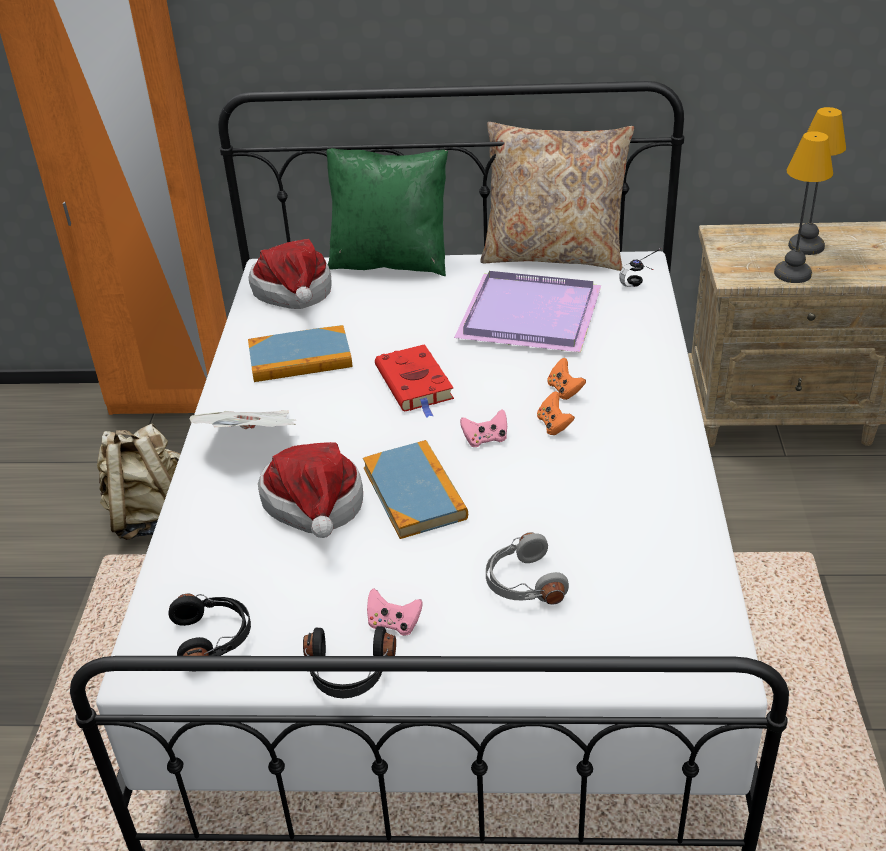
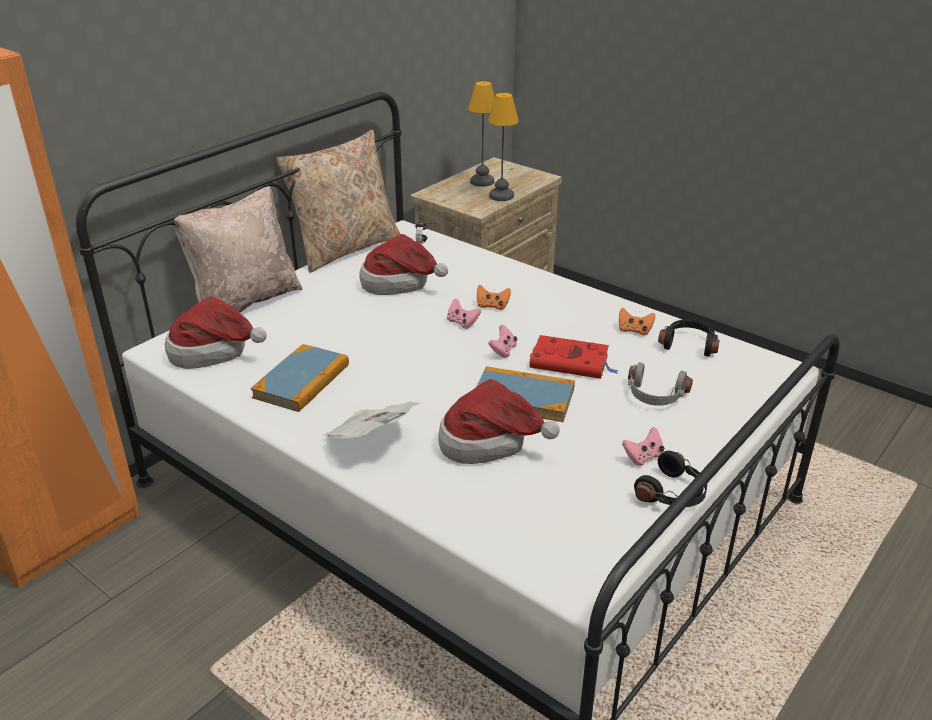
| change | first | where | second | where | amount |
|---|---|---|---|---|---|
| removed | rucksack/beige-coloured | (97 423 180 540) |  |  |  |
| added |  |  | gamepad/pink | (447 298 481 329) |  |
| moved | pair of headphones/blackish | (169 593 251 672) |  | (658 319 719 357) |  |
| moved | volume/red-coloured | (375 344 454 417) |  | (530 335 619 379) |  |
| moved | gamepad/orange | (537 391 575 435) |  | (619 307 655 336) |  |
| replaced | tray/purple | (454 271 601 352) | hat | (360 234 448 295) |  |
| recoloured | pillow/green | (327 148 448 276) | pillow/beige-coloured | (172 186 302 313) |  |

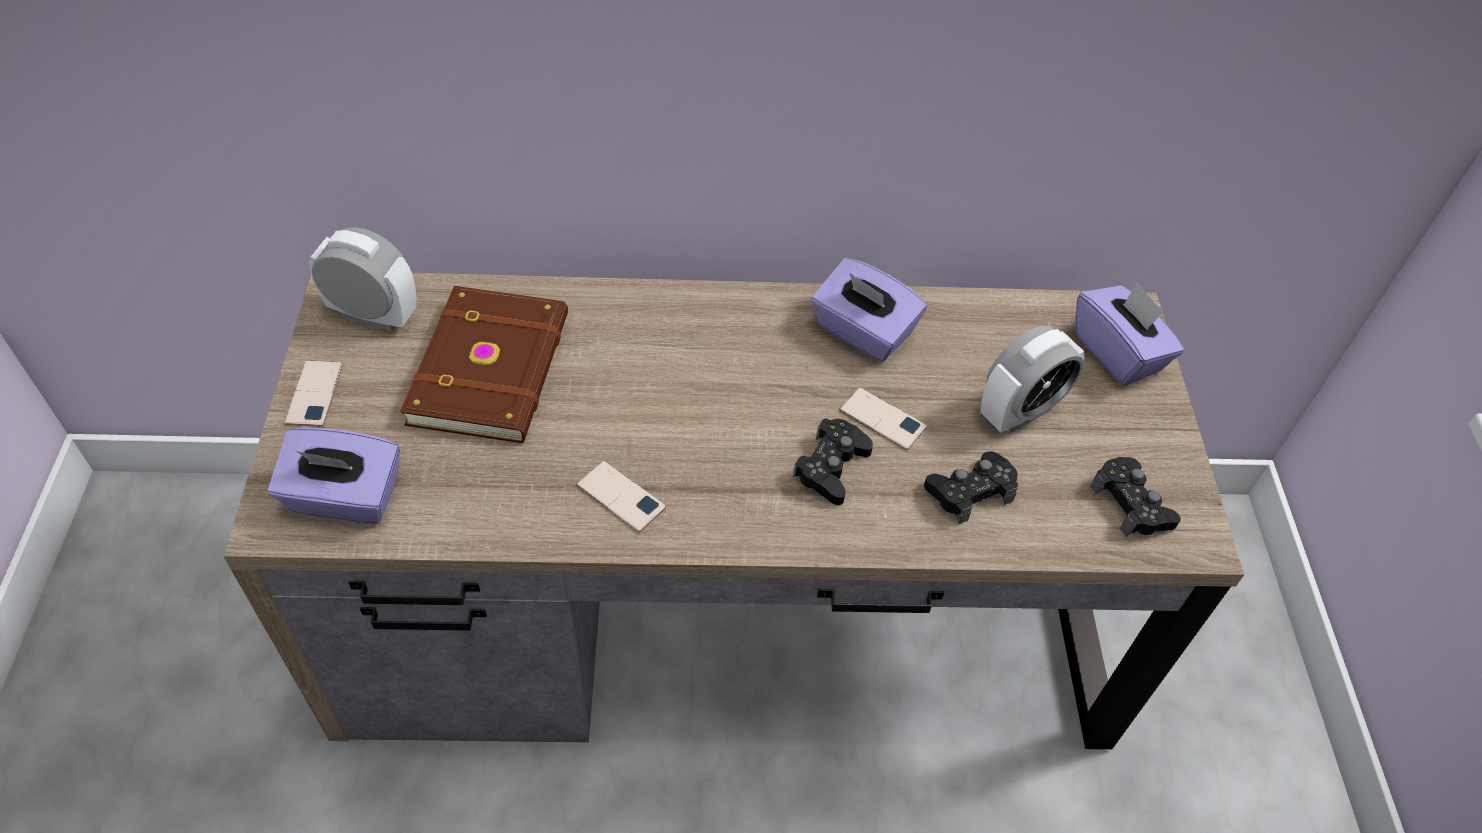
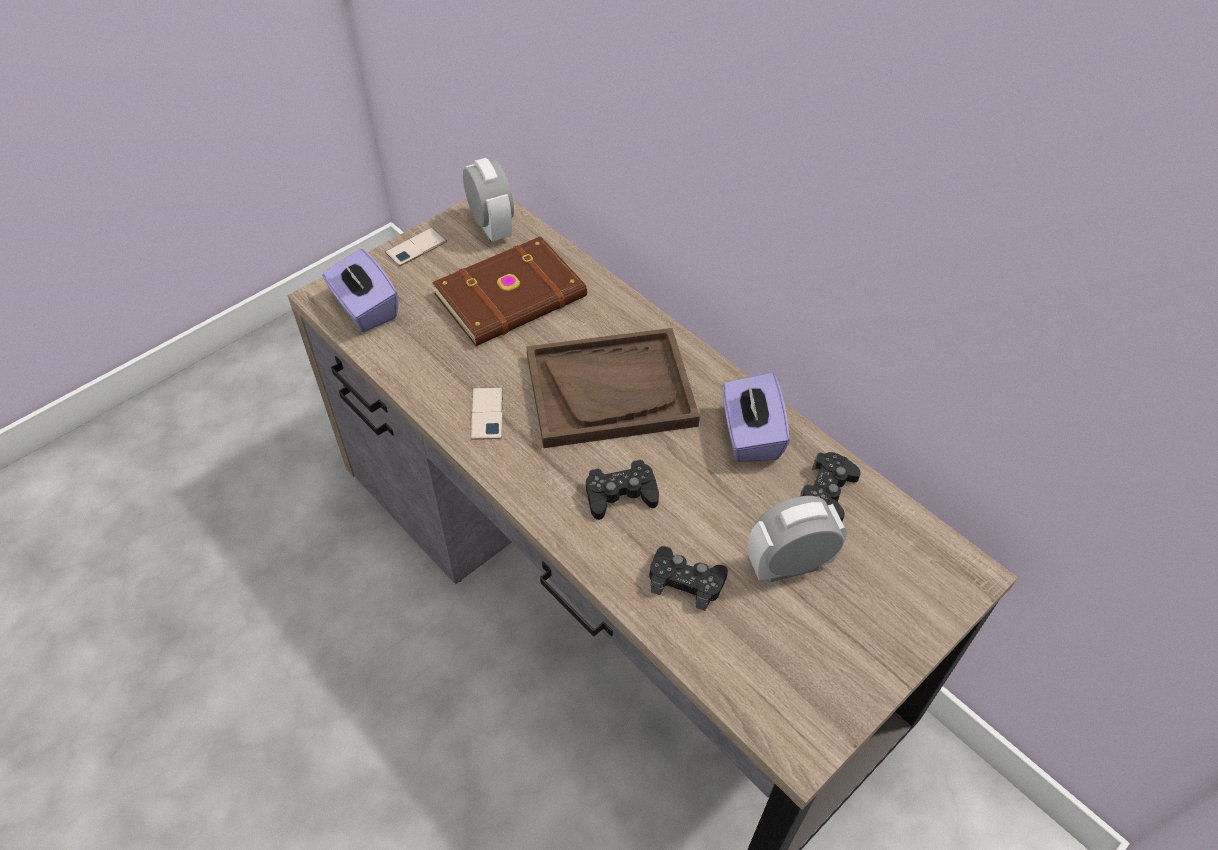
| change | first | where | second | where | amount |
|---|---|---|---|---|---|
| removed | telephone | (839 387 927 450) |  |  |  |
| removed | box of tissues/purple | (1075 282 1184 386) |  |  |  |
| added |  |  | tray/brownish | (526 328 700 448) |  |
| moved | gamepad/blackish | (1090 457 1181 537) |  | (800 452 861 521) |  |
| turned | alarm clock | (980 325 1085 434) |  | (748 496 847 582) | 150 degrees clockwise |

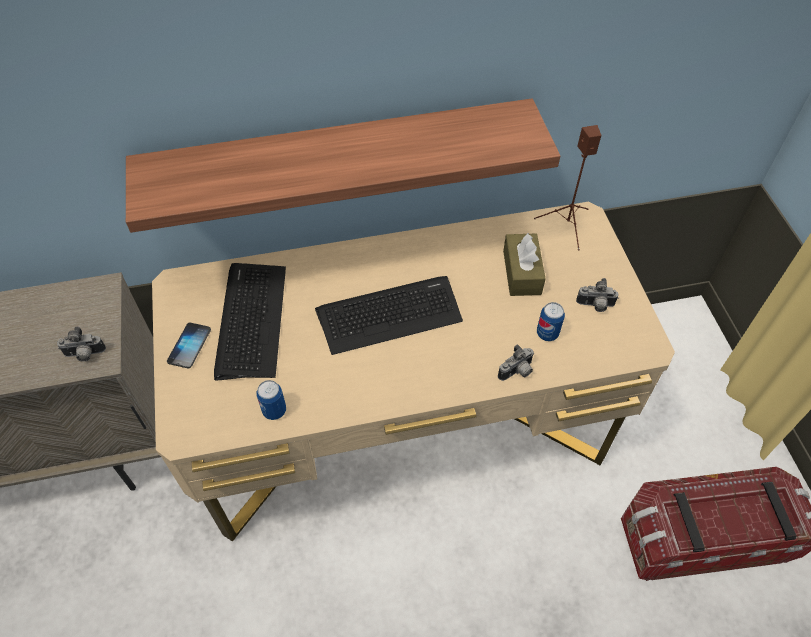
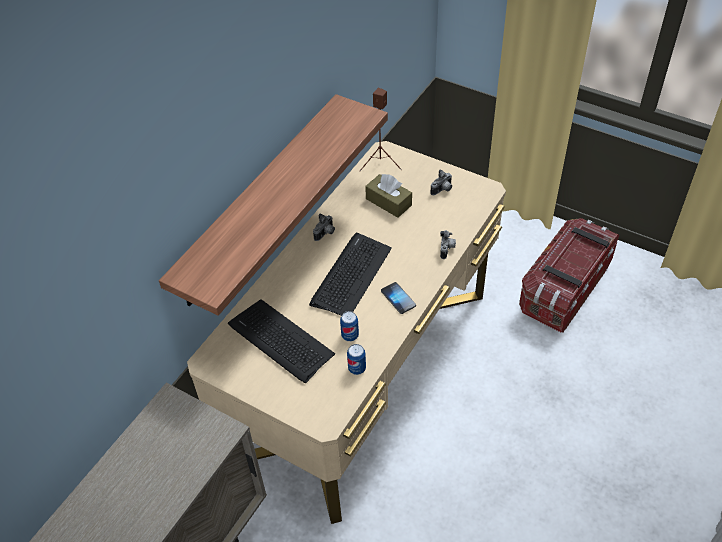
| change | first | where | second | where | amount |
|---|---|---|---|---|---|
| moved | still camera | (57 326 106 362) |  | (313 214 335 241) |  |
| moved | telephone | (167 323 211 368) |  | (381 282 416 314) |  |
| moved | metal can | (537 302 565 341) |  | (340 311 359 341) |  |

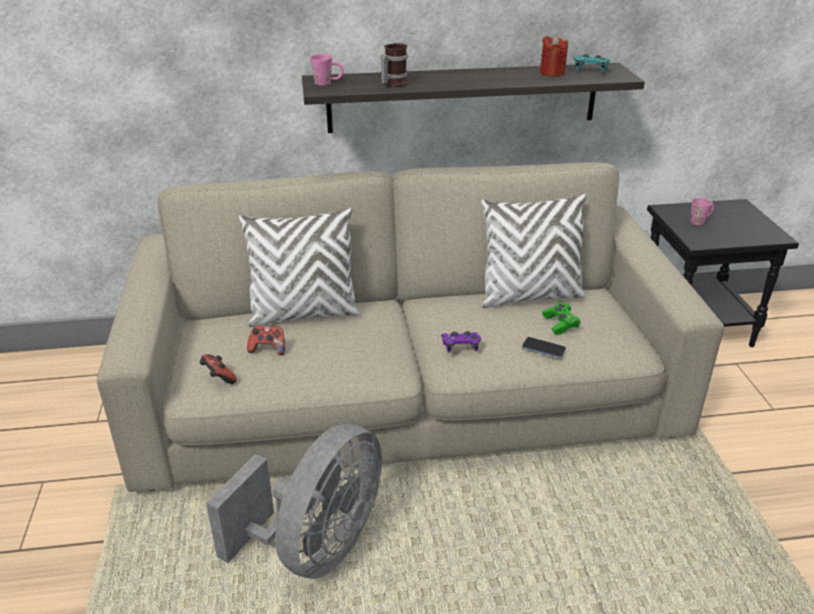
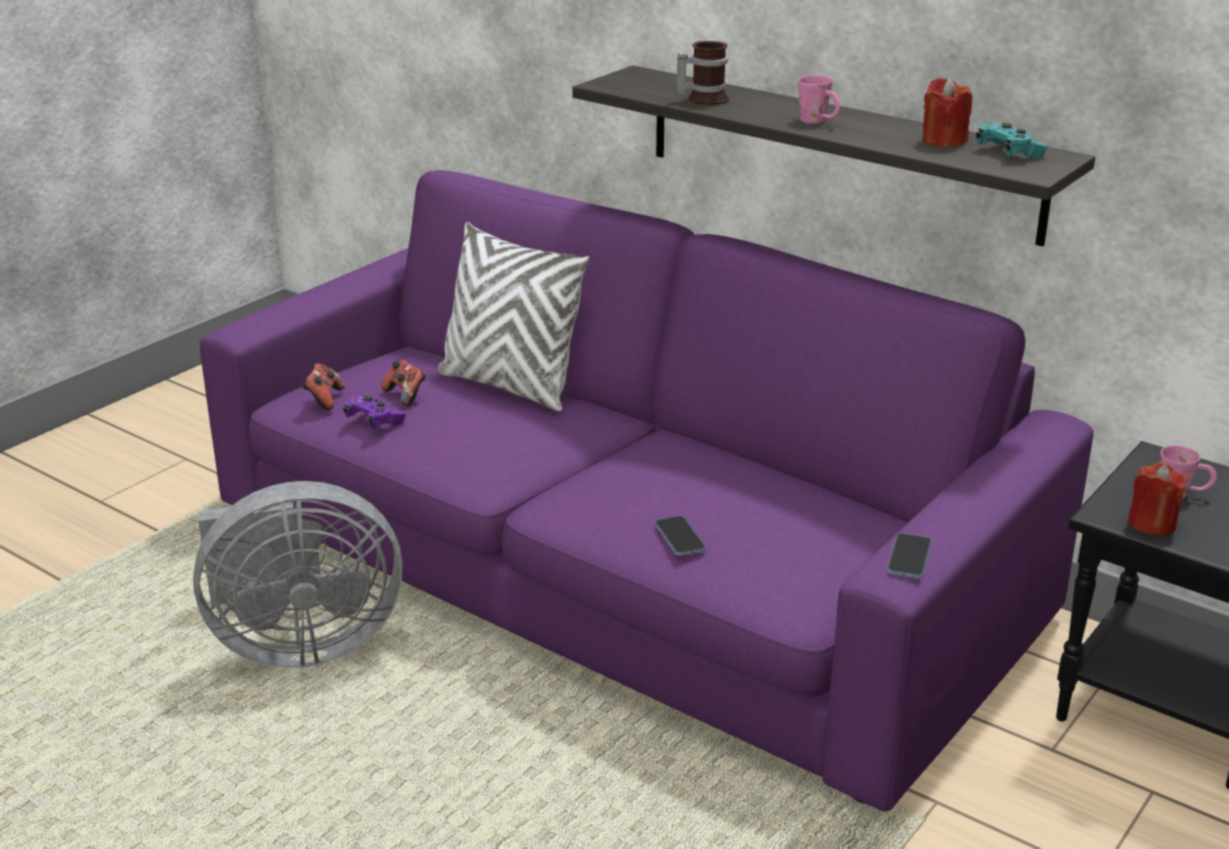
| change | first | where | second | where | amount |
|---|---|---|---|---|---|
| removed | pillow/white | (481 194 586 308) |  |  |  |
| removed | gamepad/green | (542 303 581 335) |  |  |  |
| added |  |  | telephone | (887 533 932 578) |  |
| added |  |  | candle/red-coloured | (1128 462 1188 536) |  |
| moved | tea mug/pink | (310 54 344 86) |  | (798 75 840 123) |  |
| moved | gamepad/purple | (441 331 481 352) |  | (343 396 406 429) |  |
| recoloured | settee/beige-coloured | (97 162 724 492) | settee/purple | (200 170 1094 812) |  |

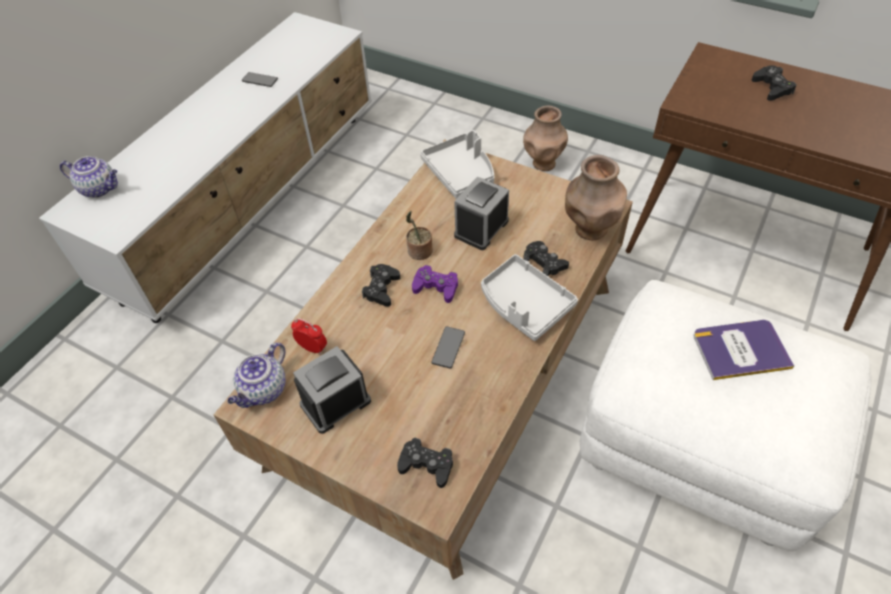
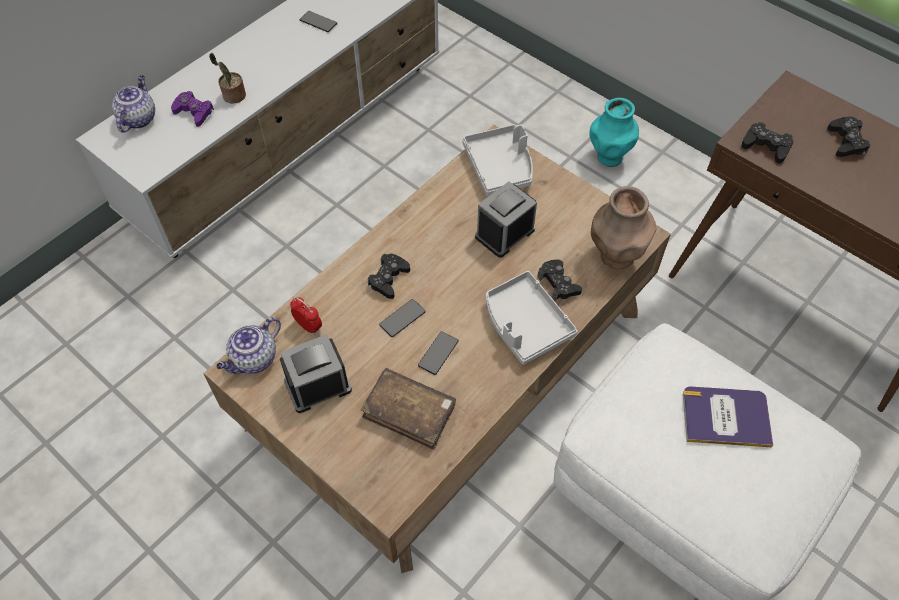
| change | first | where | second | where | amount |
|---|---|---|---|---|---|
| added |  |  | volume/brownish | (361 368 456 449) |  |
| added |  |  | telephone | (379 299 426 337) |  |
| moved | gamepad/blackish | (397 438 453 488) |  | (742 122 793 164) |  |
| moved | potted plant | (406 211 433 260) |  | (209 53 246 103) |  |
| moved | gamepad/purple | (412 265 458 303) |  | (171 91 214 127) |  |
| recoloured | vase/brownish | (523 106 568 171) | vase/turquoise | (589 98 639 167) |  |
| turned | tea pot | (60 156 118 198) |  | (112 75 155 133) | 105 degrees counterclockwise |

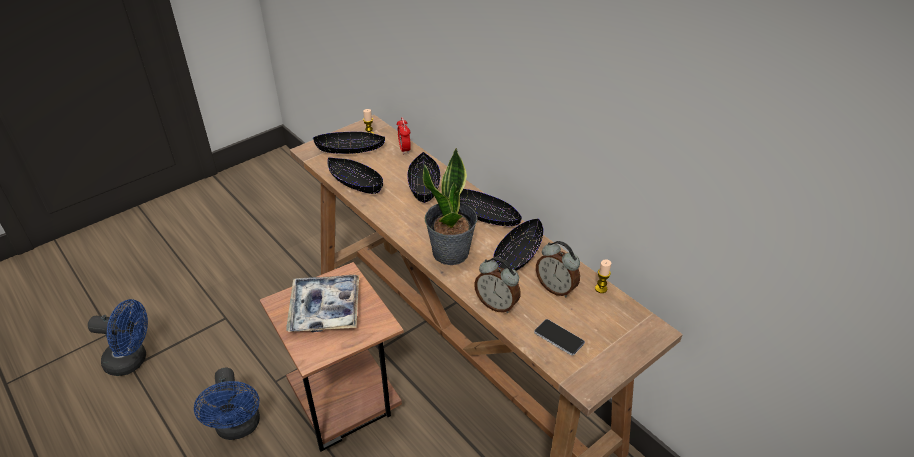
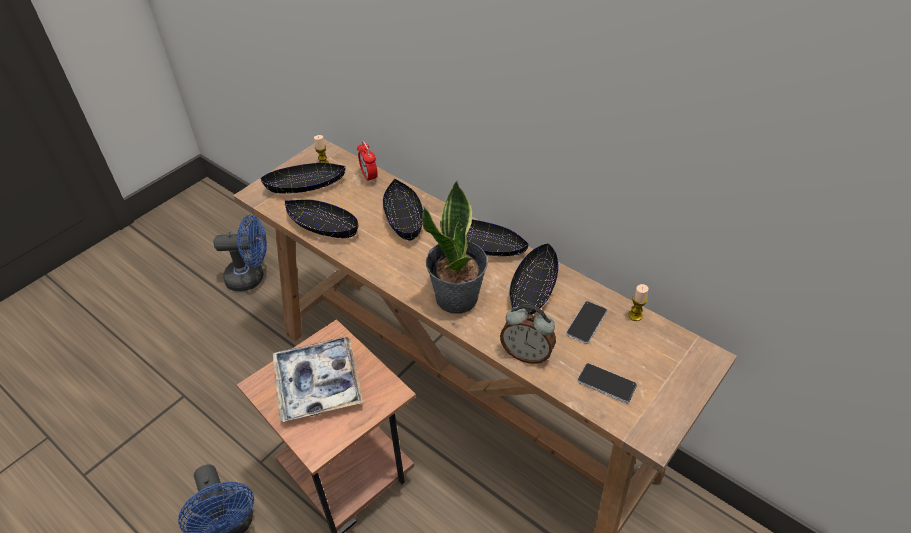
| change | first | where | second | where | amount |
|---|---|---|---|---|---|
| moved | cooling fan/bluish | (88 299 148 376) |  | (214 215 267 291) |  |
| replaced | alarm clock | (536 241 580 297) | telephone | (566 301 607 344) |  |

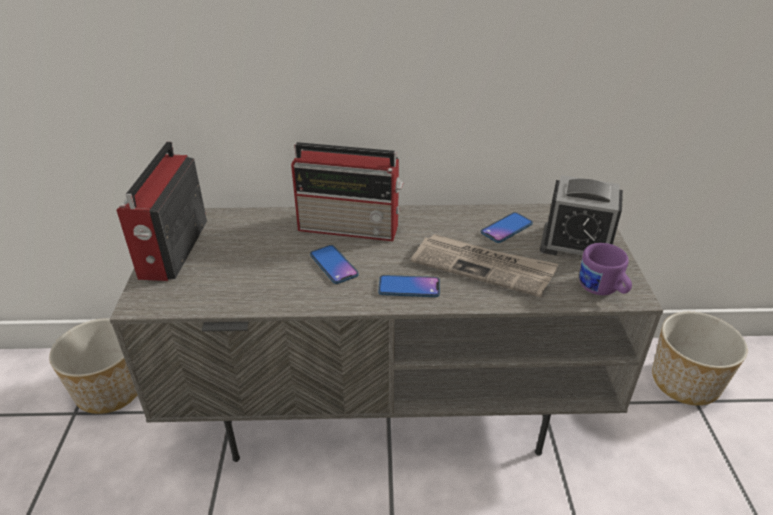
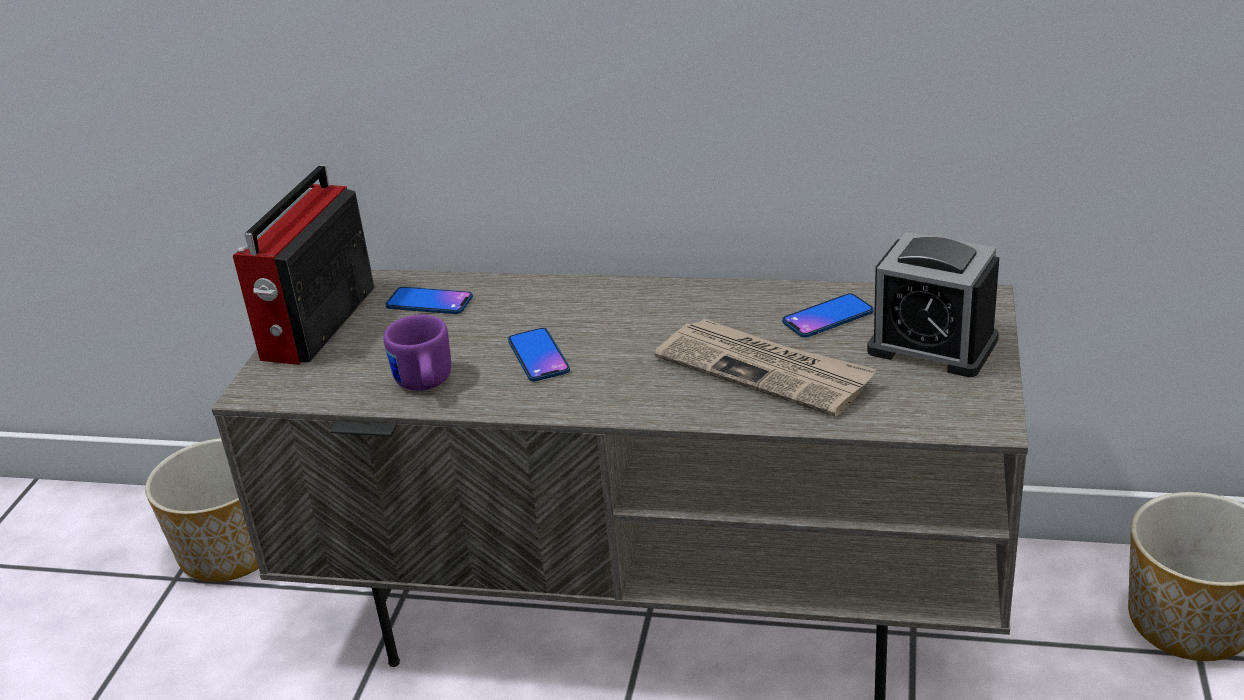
| change | first | where | second | where | amount |
|---|---|---|---|---|---|
| removed | radio set | (291 142 403 241) |  |  |  |
| moved | telephone | (378 275 440 297) |  | (385 287 473 314) |  |
| moved | tea mug/purple | (579 243 632 295) |  | (383 314 451 391) |  |

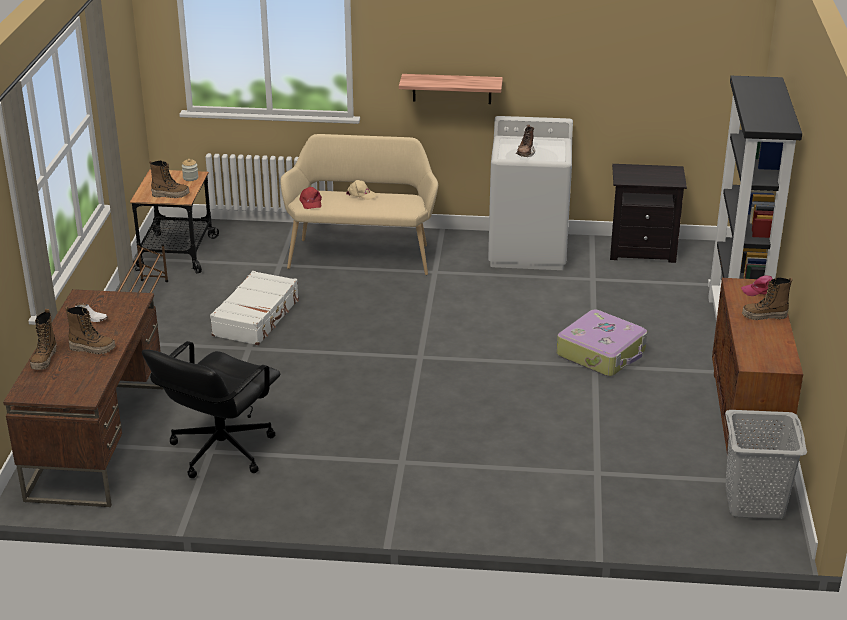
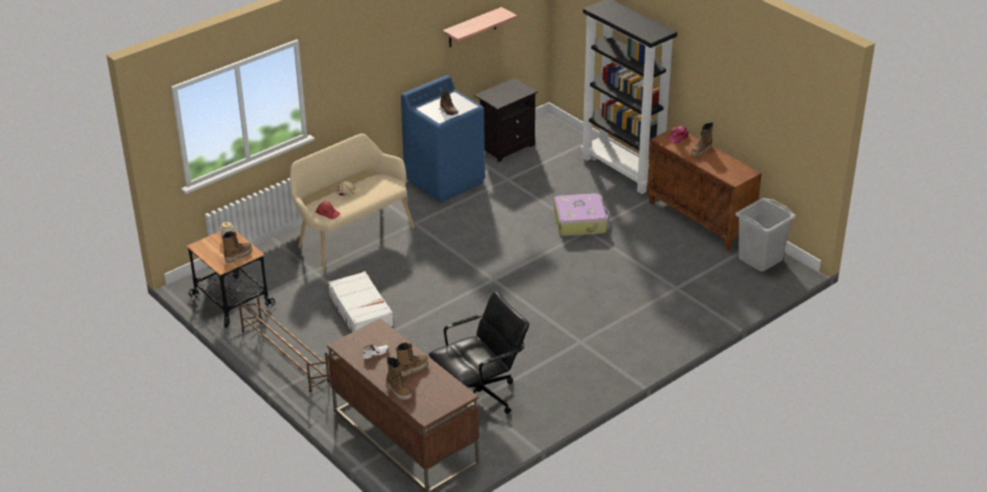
| change | first | where | second | where | amount |
|---|---|---|---|---|---|
| moved | wall shelf | (399 74 503 104) |  | (442 7 517 47) |  |
| recoloured | laundry machine/white | (488 116 573 270) | laundry machine/bluish | (401 75 485 202) |  |
| turned | office chair/blackish | (142 341 280 478) |  | (429 291 529 414) | 105 degrees counterclockwise |

